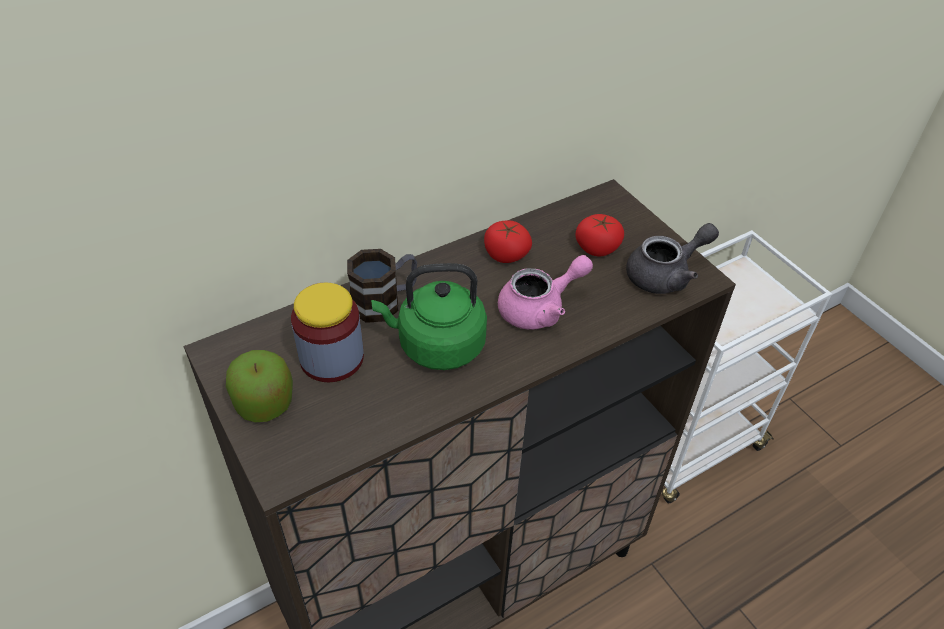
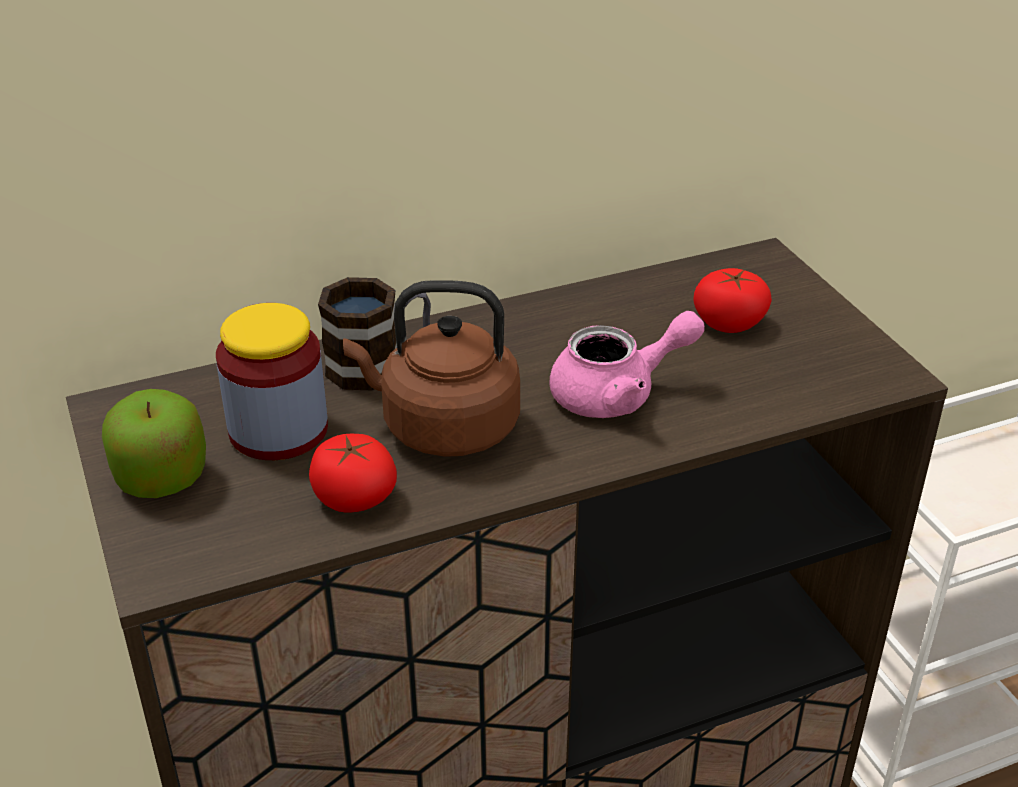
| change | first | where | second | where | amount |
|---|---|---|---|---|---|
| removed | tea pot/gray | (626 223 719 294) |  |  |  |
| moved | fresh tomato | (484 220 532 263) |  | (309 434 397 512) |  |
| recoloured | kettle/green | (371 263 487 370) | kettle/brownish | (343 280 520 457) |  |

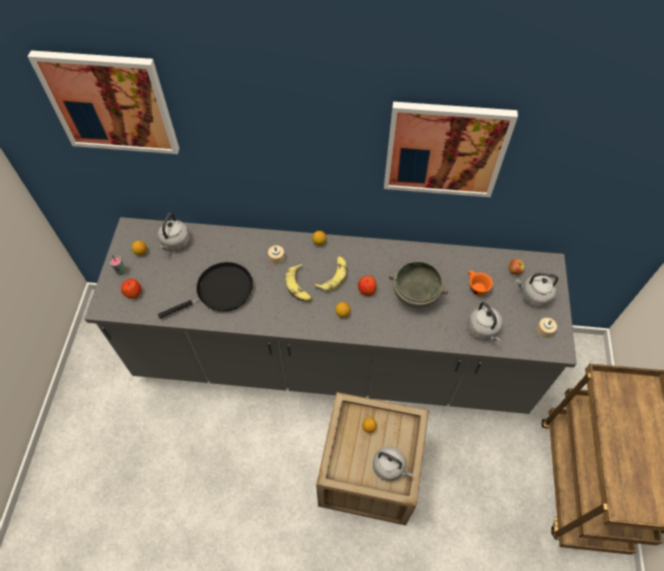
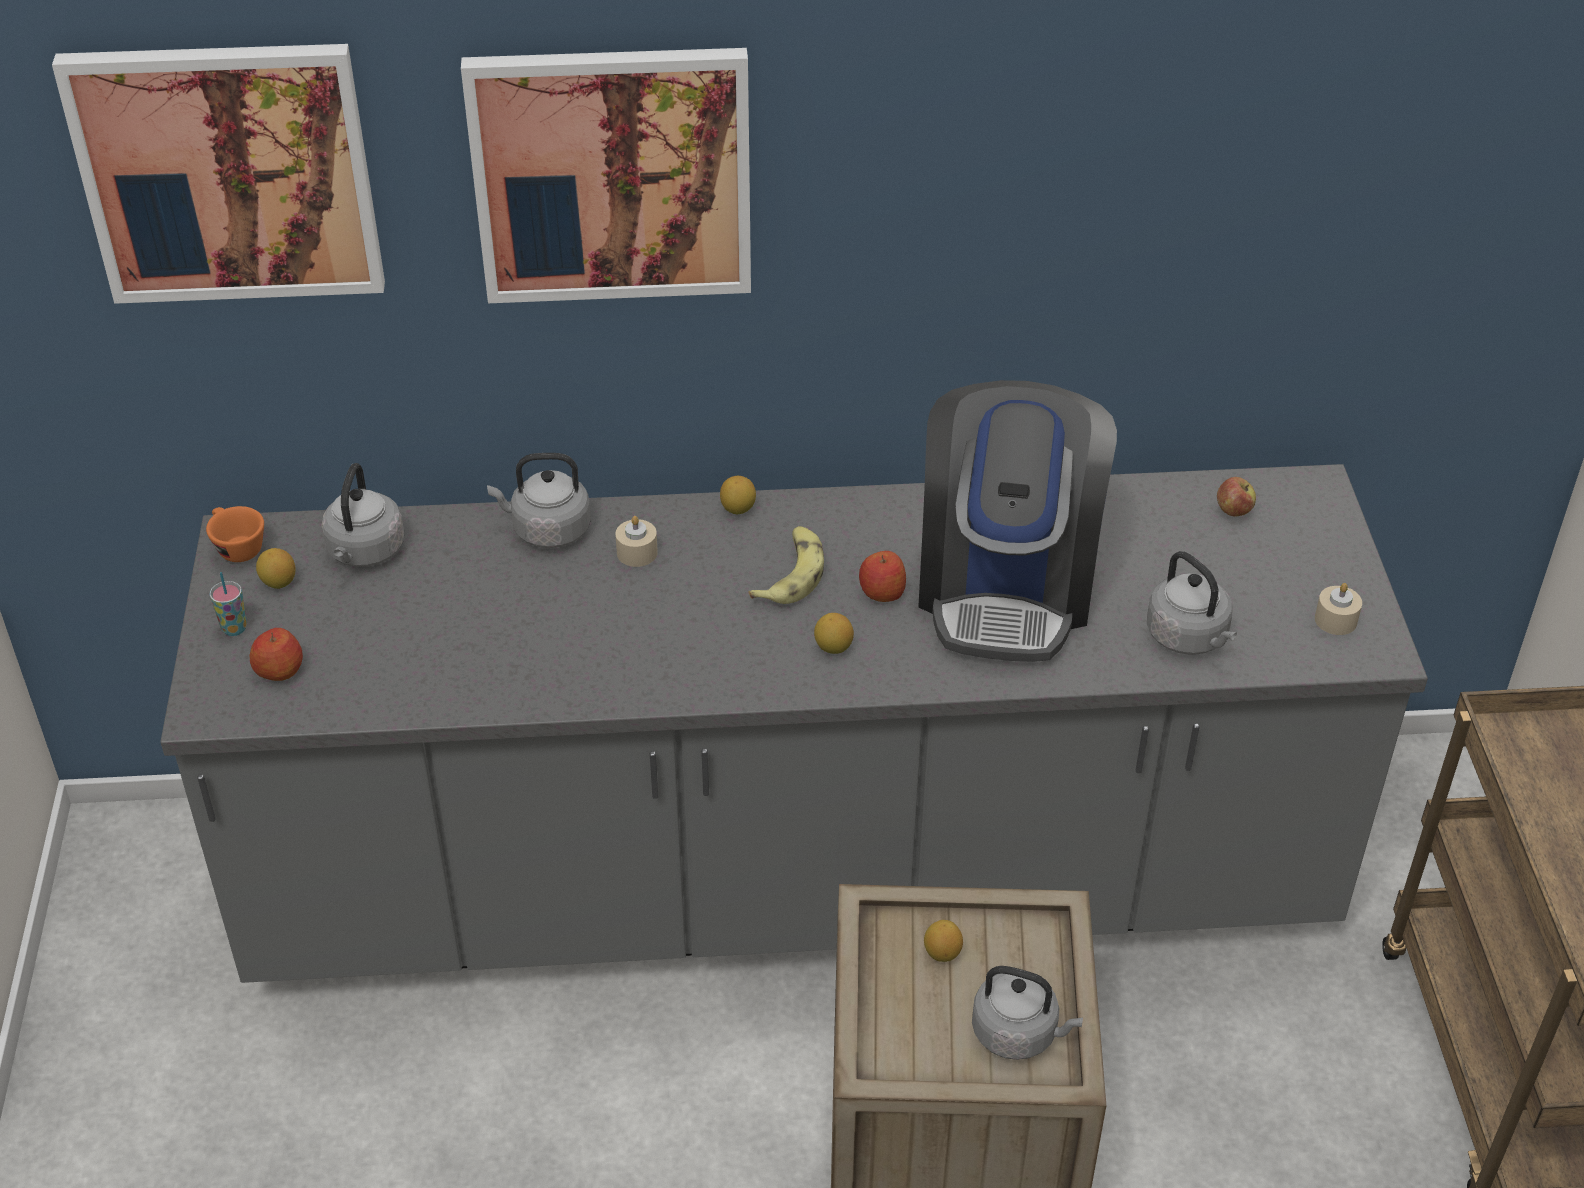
| change | first | where | second | where | amount |
|---|---|---|---|---|---|
| removed | frying pan/blackish | (158 262 253 319) |  |  |  |
| removed | whole banana | (285 264 312 301) |  |  |  |
| moved | picture | (384 102 518 197) |  | (461 48 751 303) |  |
| moved | small cup/orange | (468 270 493 296) |  | (206 506 264 562) |  |
| moved | kettle/gray | (516 273 558 307) |  | (487 453 591 548) |  |
| replaced | serving bowl/gray | (389 261 448 308) | coffee machine | (918 380 1117 662) |  |

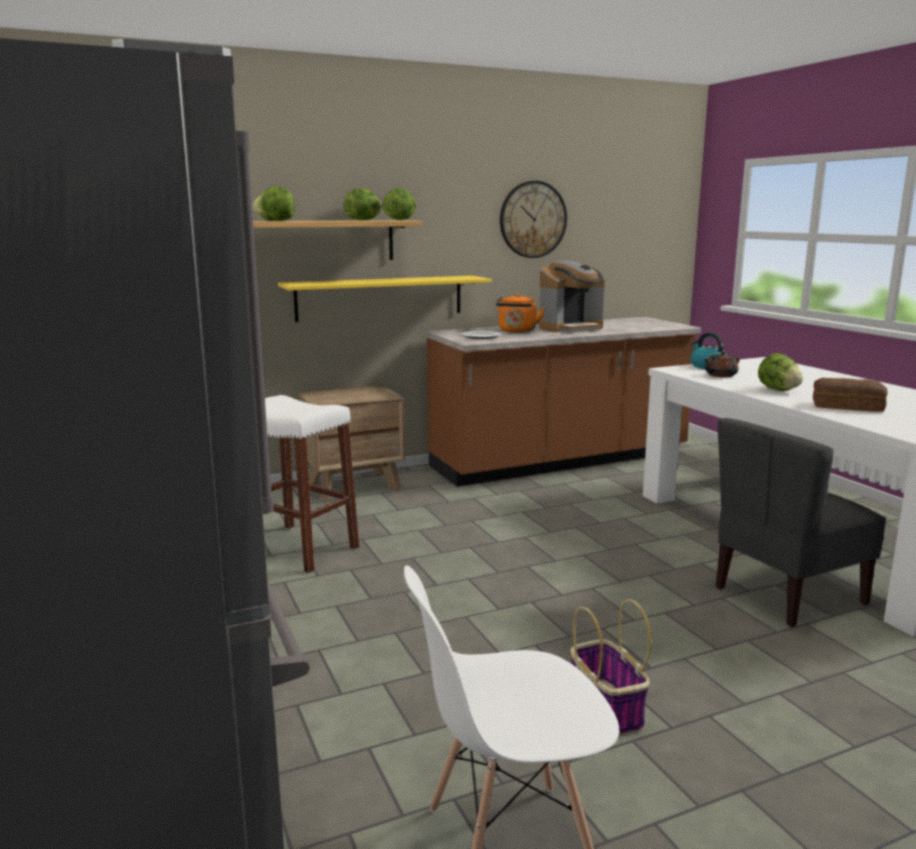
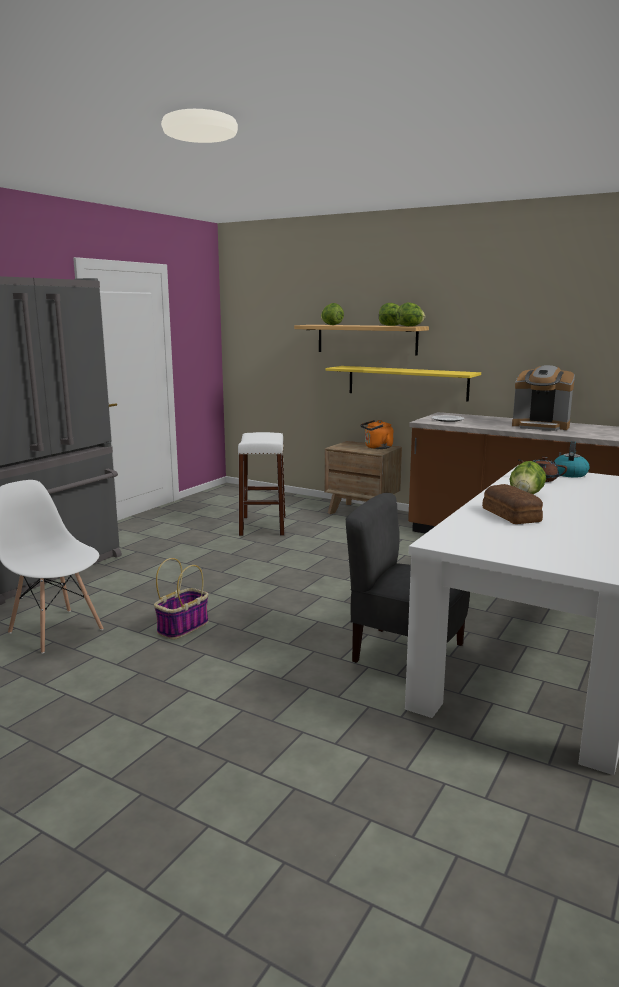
| change | first | where | second | where | amount |
|---|---|---|---|---|---|
| removed | hanging clock | (500 181 567 258) |  |  |  |
| moved | kettle/orange | (496 294 545 332) |  | (360 420 394 449) |  |

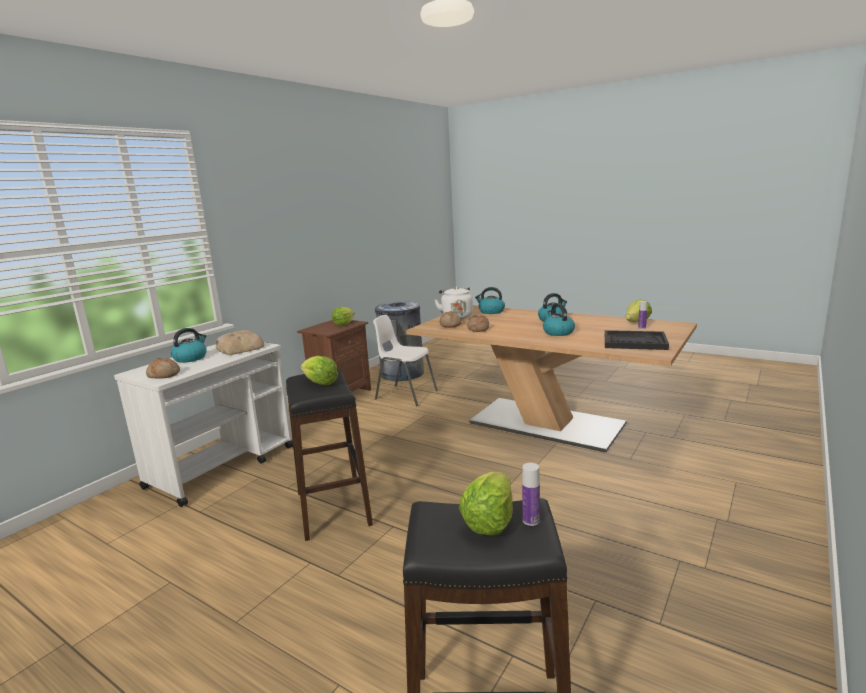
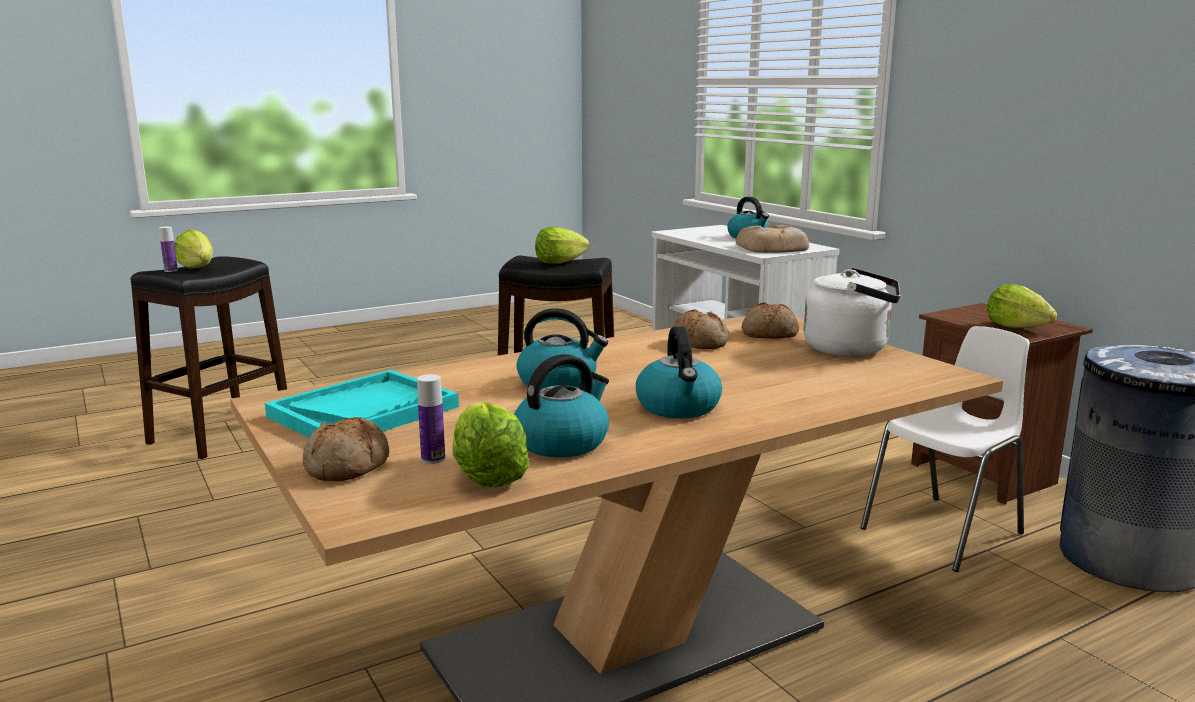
| change | first | where | second | where | amount |
|---|---|---|---|---|---|
| moved | bread | (146 358 180 379) |  | (303 417 389 482) |  |
| moved | kettle | (475 287 505 314) |  | (514 354 609 458) |  |
| recoloured | tray/blackish | (605 330 669 350) | tray/turquoise | (265 370 459 437) |  |

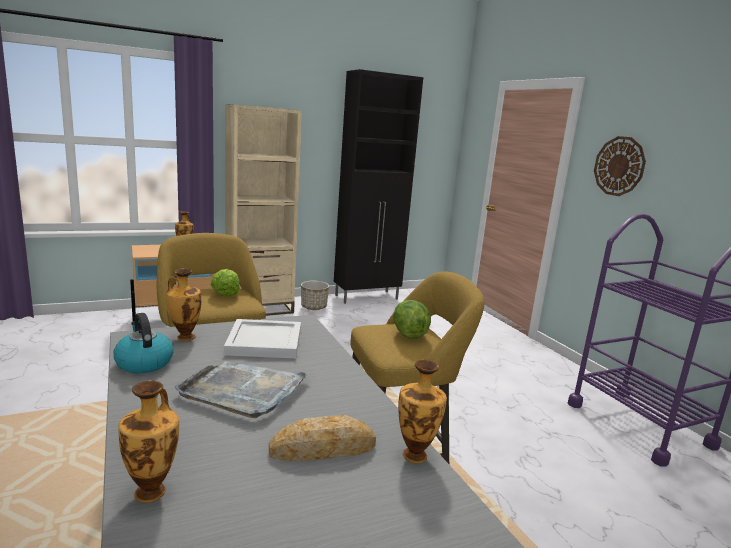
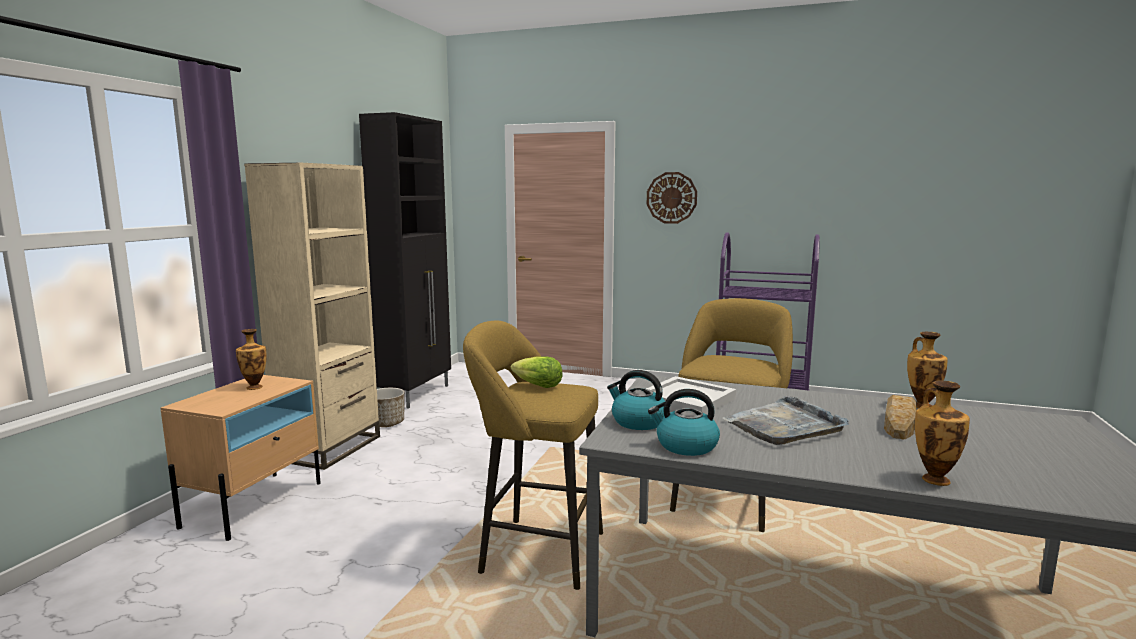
| change | first | where | second | where | amount |
|---|---|---|---|---|---|
| removed | head of lettuce | (393 300 431 339) |  |  |  |
| replaced | vase | (166 268 201 341) | kettle | (607 370 665 430) |  |

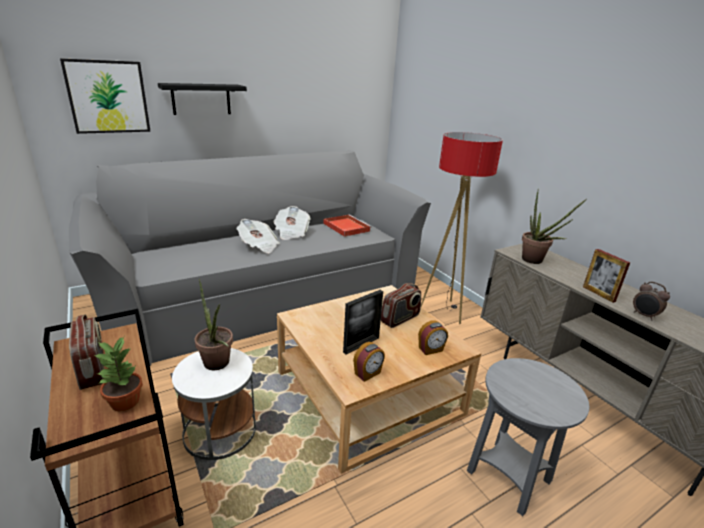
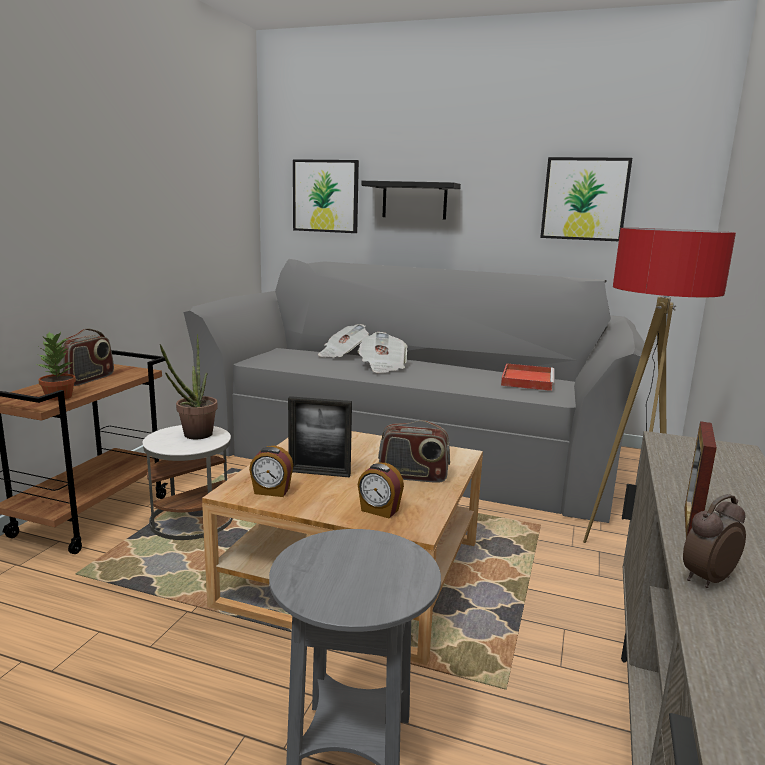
| change | first | where | second | where | amount |
|---|---|---|---|---|---|
| removed | potted plant | (522 188 587 264) |  |  |  |
| added |  |  | picture | (540 157 632 241) |  |
| moved | daily paper | (273 206 311 240) |  | (318 324 369 358) |  |
| turned | alarm clock | (633 282 670 320) |  | (683 494 746 588) | 45 degrees clockwise |

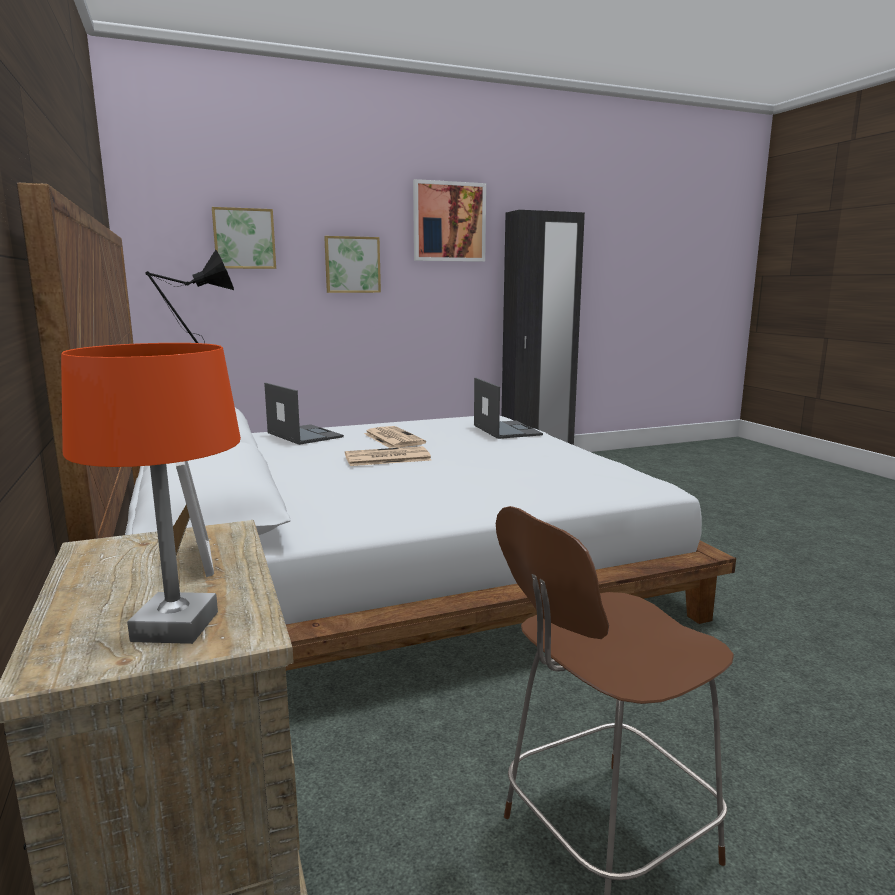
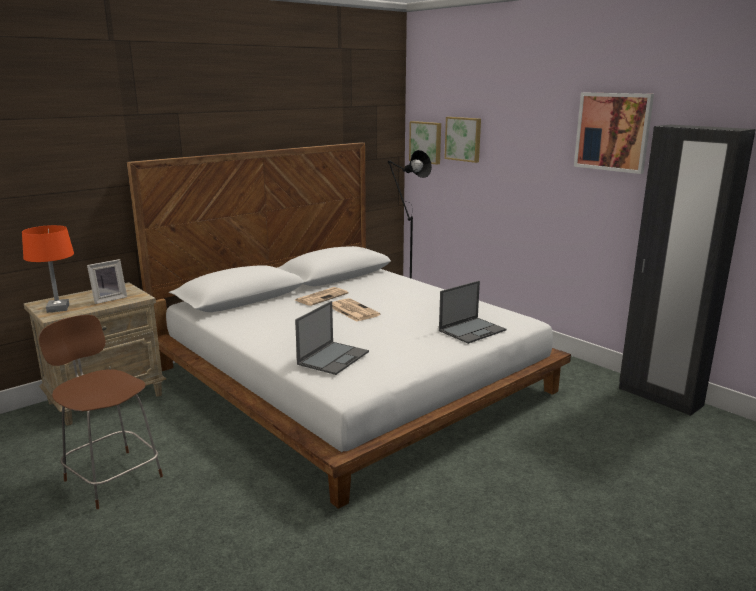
| change | first | where | second | where | amount |
|---|---|---|---|---|---|
| moved | notebook computer | (264 383 344 445) |  | (295 301 369 375) |  |
| moved | picture | (324 236 381 293) |  | (409 121 441 165) |  |
| moved | daily paper | (364 426 426 448) |  | (295 287 348 306) |  |

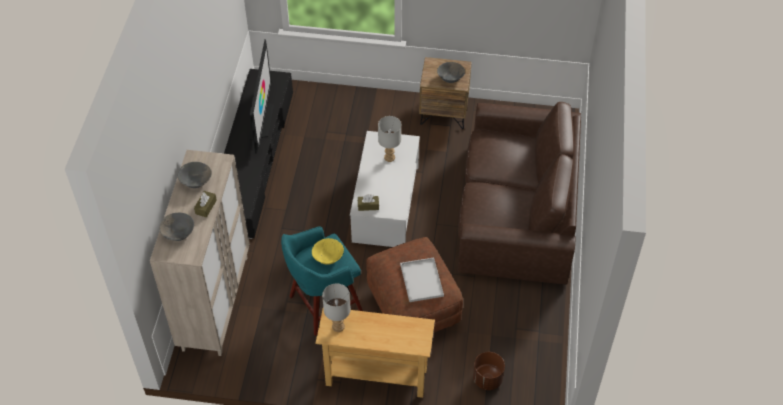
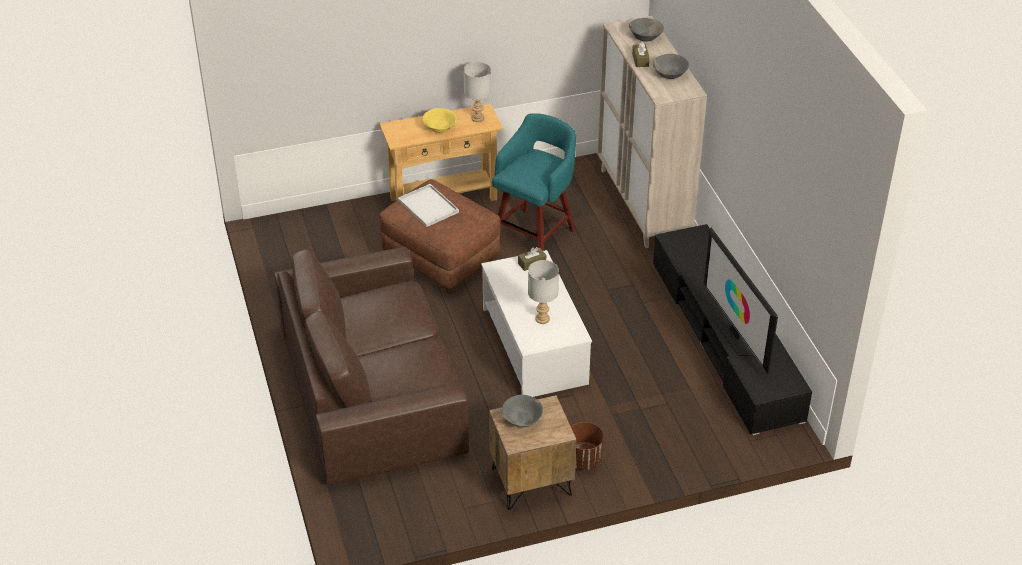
| change | first | where | second | where | amount |
|---|---|---|---|---|---|
| moved | serving bowl/yellow | (312 238 344 265) |  | (423 108 457 133) |  |
| moved | flower pot/brownish | (473 352 505 390) |  | (571 422 604 470) |  |

